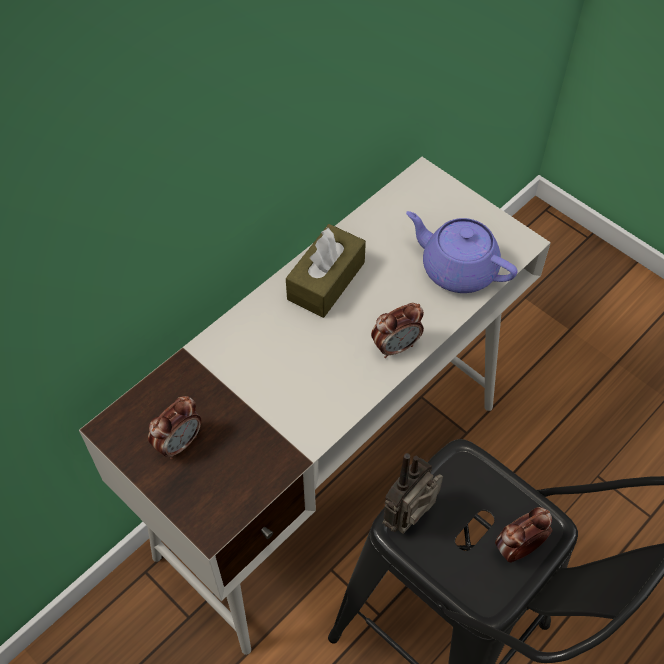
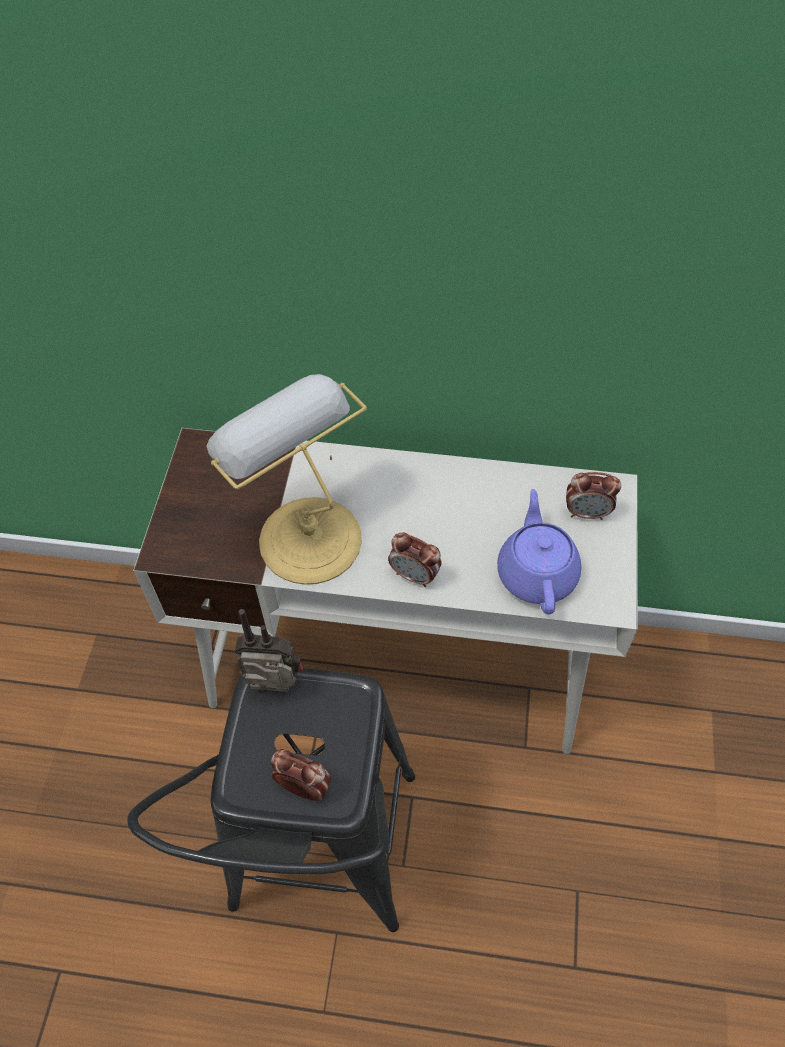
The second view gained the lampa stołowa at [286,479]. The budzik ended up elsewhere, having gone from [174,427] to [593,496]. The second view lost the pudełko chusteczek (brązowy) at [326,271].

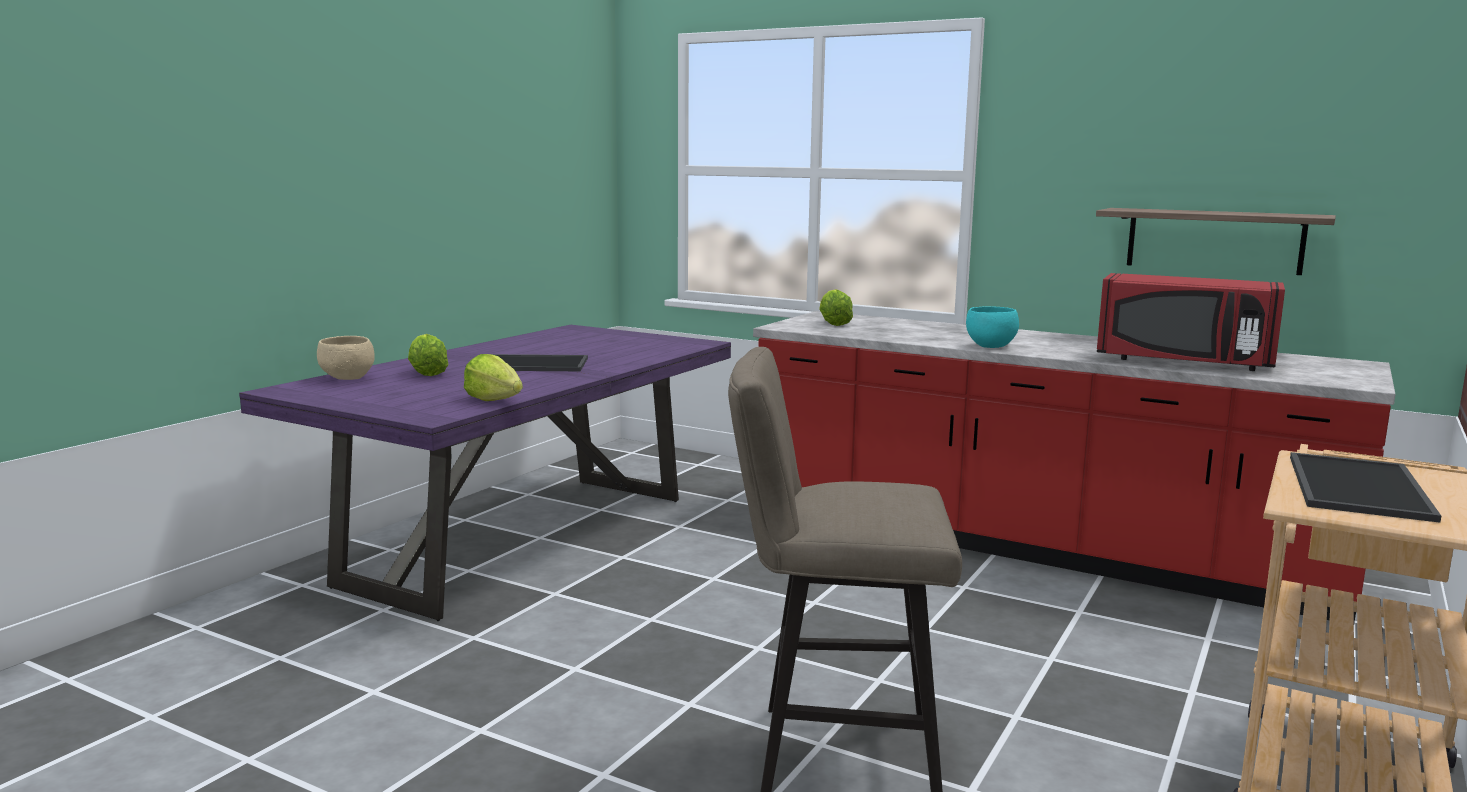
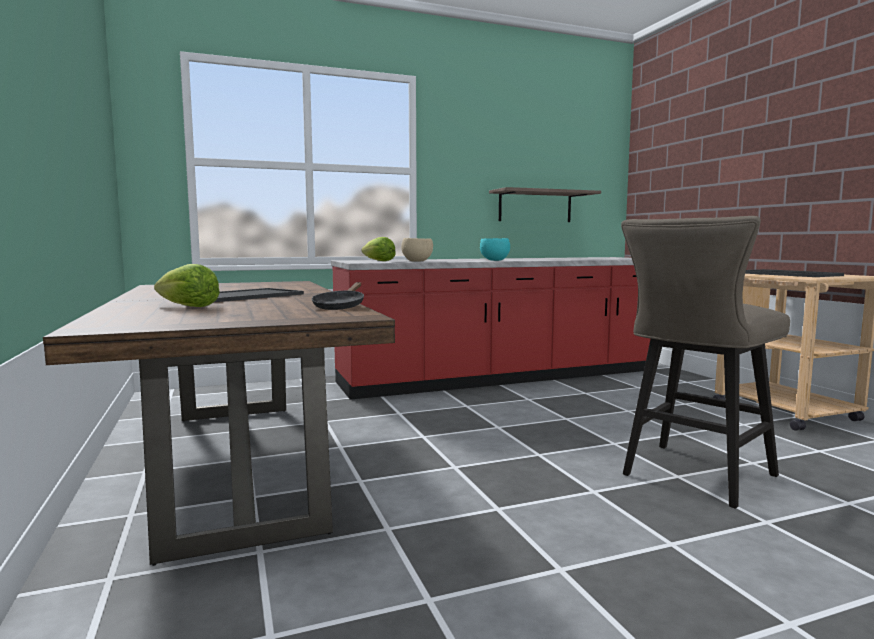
What was the stół jadalny (fioletowy) at [485,473] turned into the stół jadalny (brązowy) at [219,423]. Where the sałata stood at [493,377], the patelnia (czarny) came to stand at [338,296]. The miska (beżowy) ended up elsewhere, having gone from [346,358] to [417,249]. The second view lost the mikrofalówka (czerwony) at [1191,322].

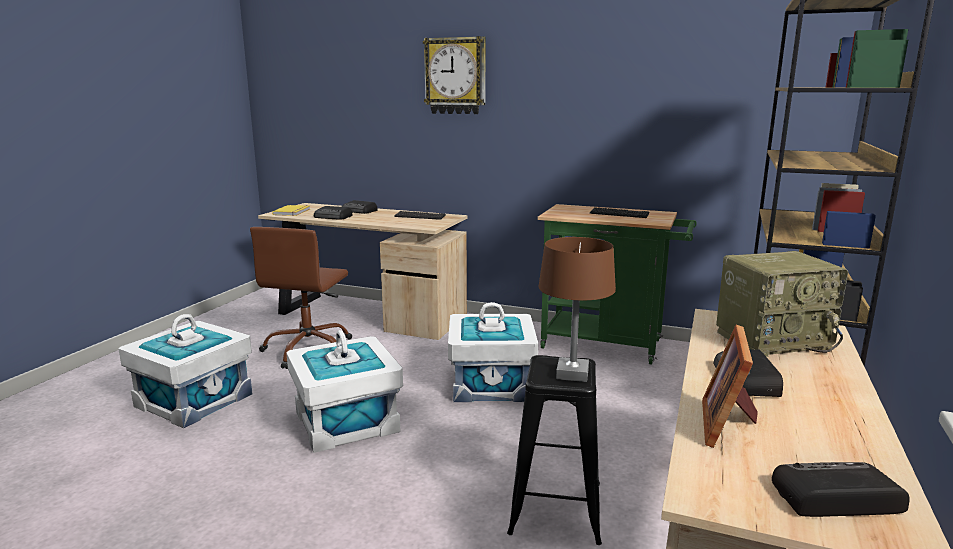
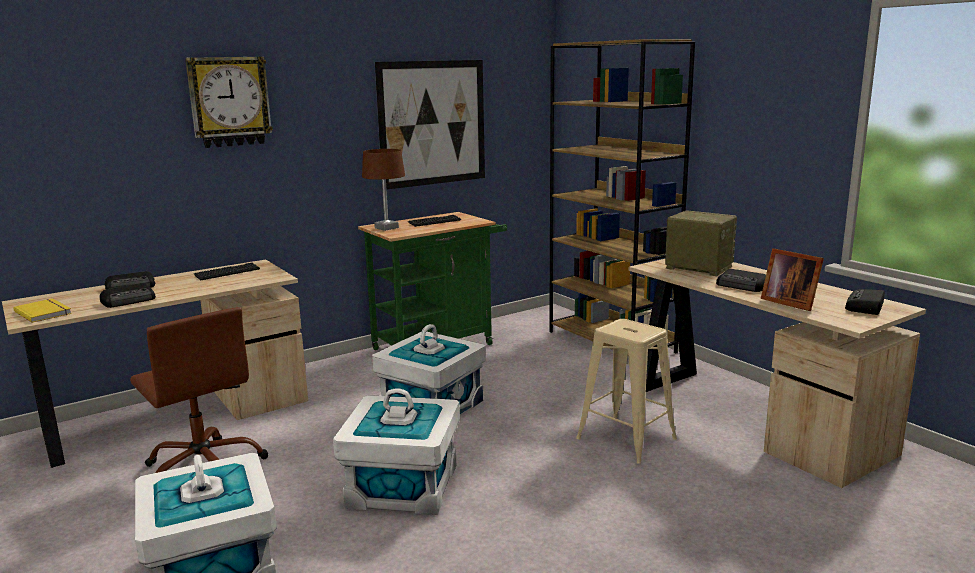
The lampa stołowa (brązowy) ended up elsewhere, having gone from [577,309] to [383,190]. The second view gained the obraz at [430,125]. What was the stołek (czarny) at [554,450] turned into the stołek (beżowy) at [626,391]. The radio at [782,304] ended up facing another way, 75 degrees counterclockwise from before.

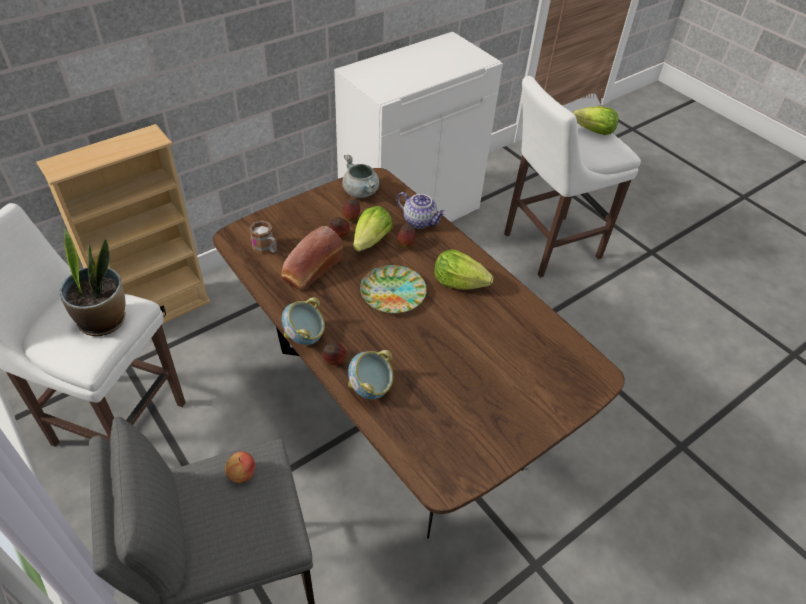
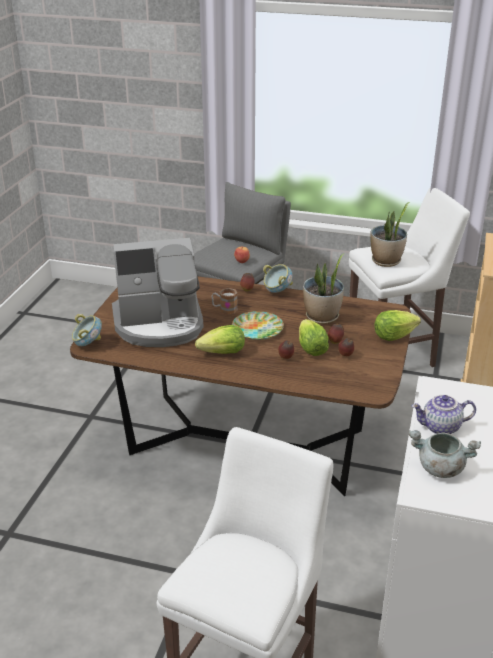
The miska ended up elsewhere, having gone from [370,374] to [87,330]. The second view gained the ekspres do kawy at [157,292]. The kubek ended up elsewhere, having gone from [263,237] to [225,301]. Where the chleb stood at [312,258], the roślina doniczkowa came to stand at [323,289]. The sałata ended up elsewhere, having gone from [596,120] to [397,325]. The garnek (szary) ended up elsewhere, having gone from [360,176] to [445,454]. The imbryk ended up elsewhere, having gone from [421,210] to [444,414].

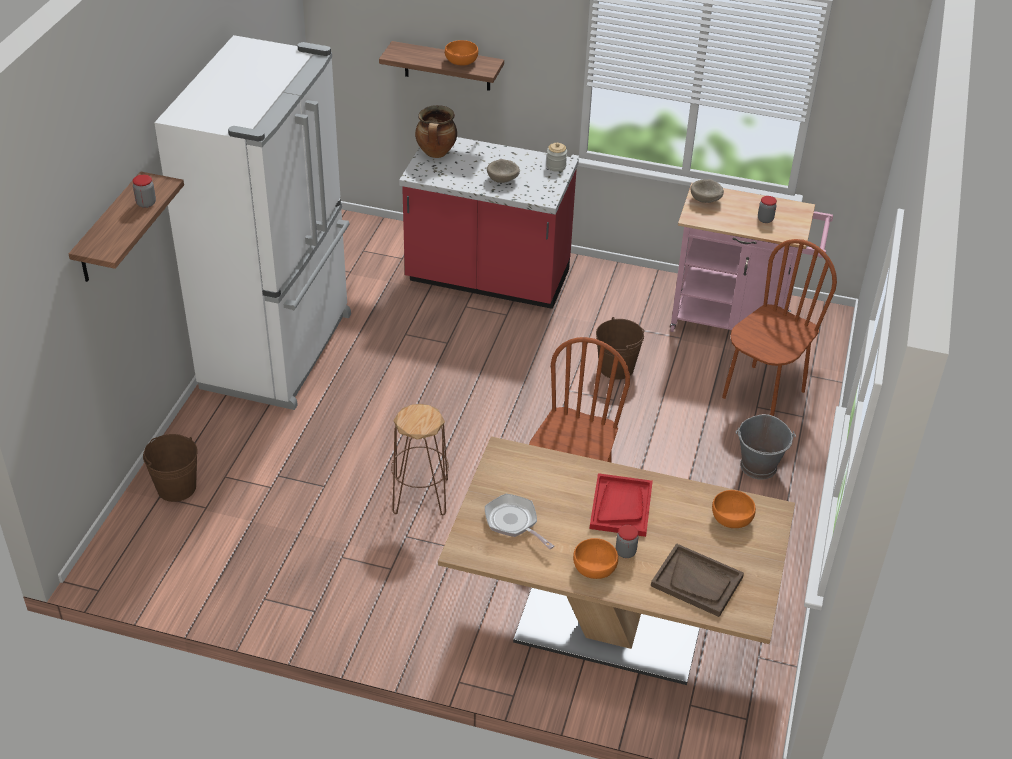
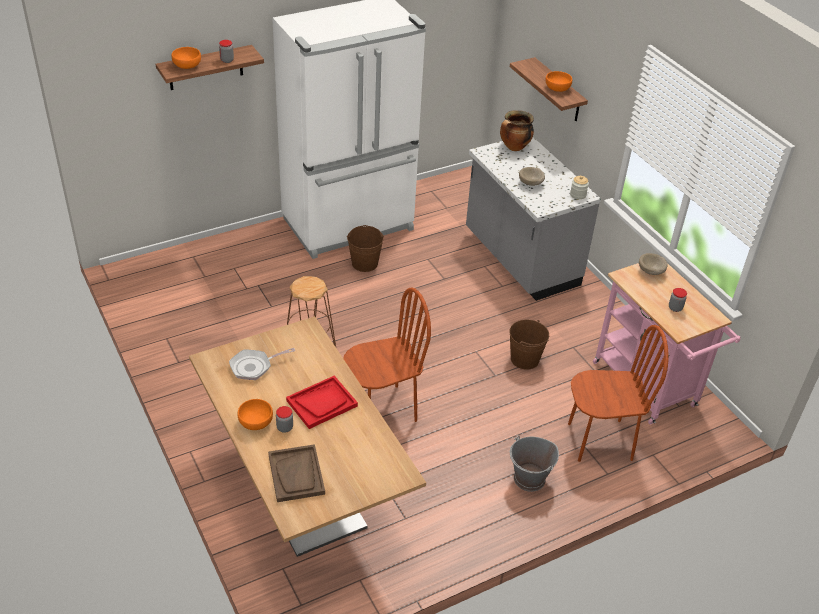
The miska (pomarańczowy) ended up elsewhere, having gone from [734,509] to [186,58]. The patelnia at [519,521] ended up facing another way, 120 degrees counterclockwise from before. The wiadro (brązowy) ended up elsewhere, having gone from [170,468] to [365,248]. What was the zabudowa kuchenna (czerwony) at [489,223] turned into the zabudowa kuchenna (szary) at [533,219].

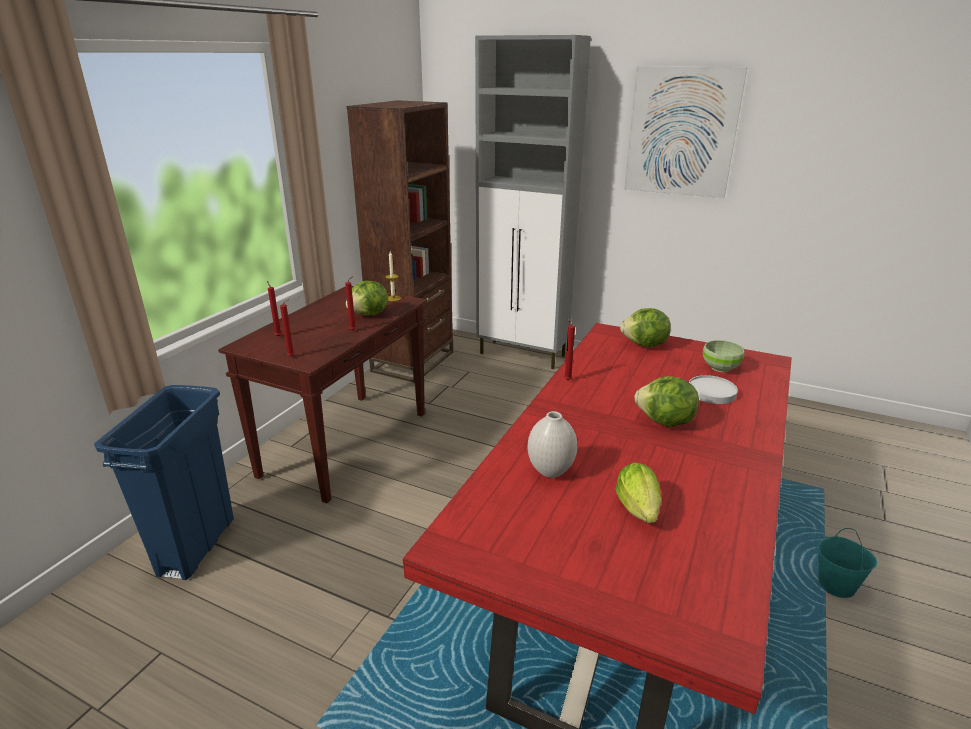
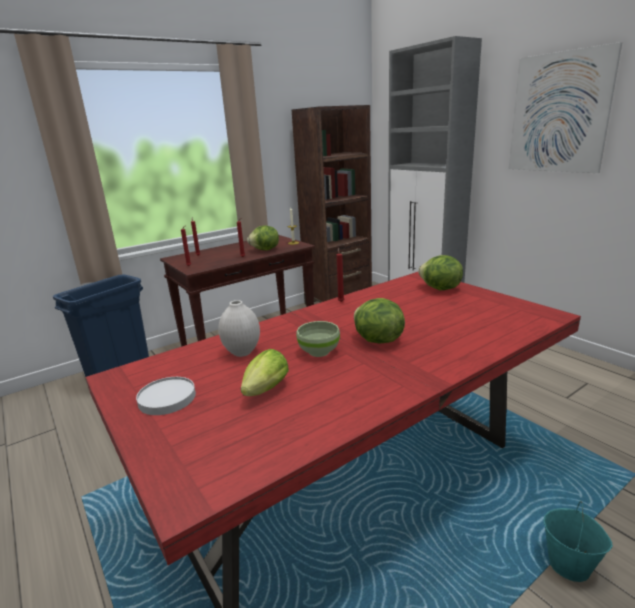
The talerz (biały) ended up elsewhere, having gone from [713,389] to [166,396]. The miska (zielony) ended up elsewhere, having gone from [724,356] to [318,339].

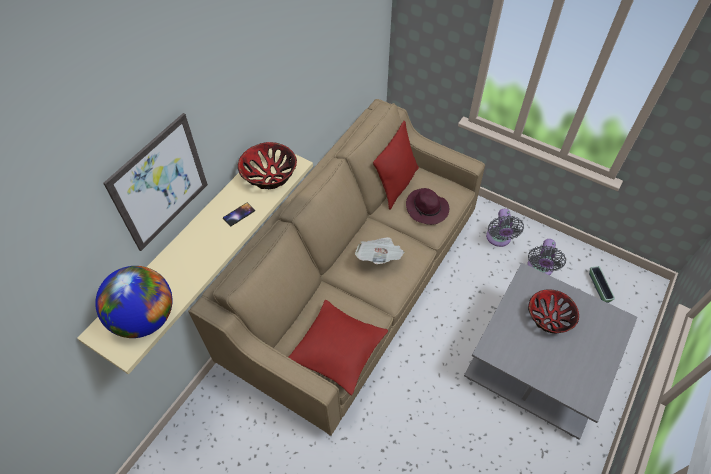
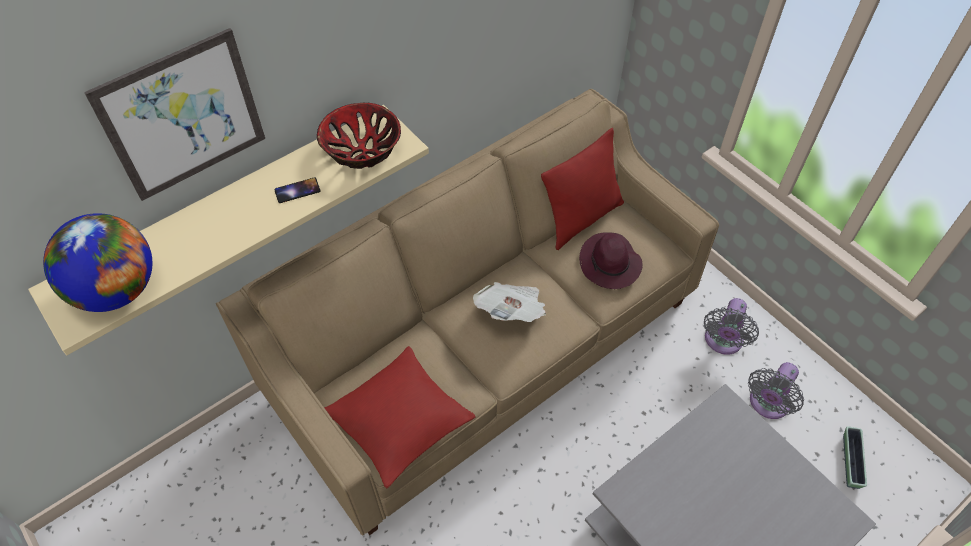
The second view lost the miska at [553,311].

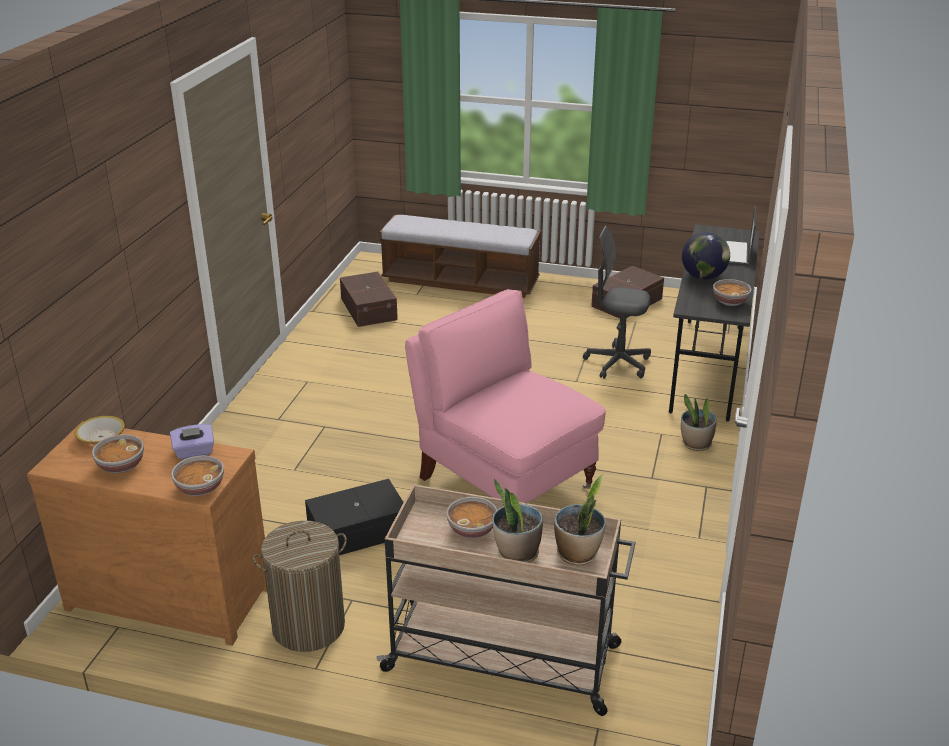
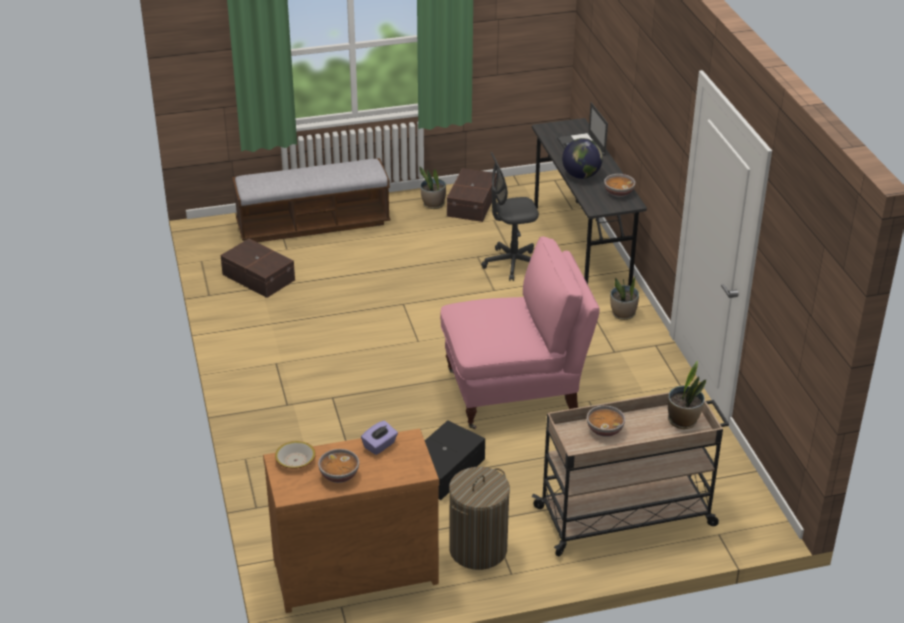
The roślina doniczkowa ended up elsewhere, having gone from [517,520] to [433,188]. The fotel (różowy) at [505,396] ended up facing another way, 150 degrees clockwise from before. The second view lost the miska at [197,475].

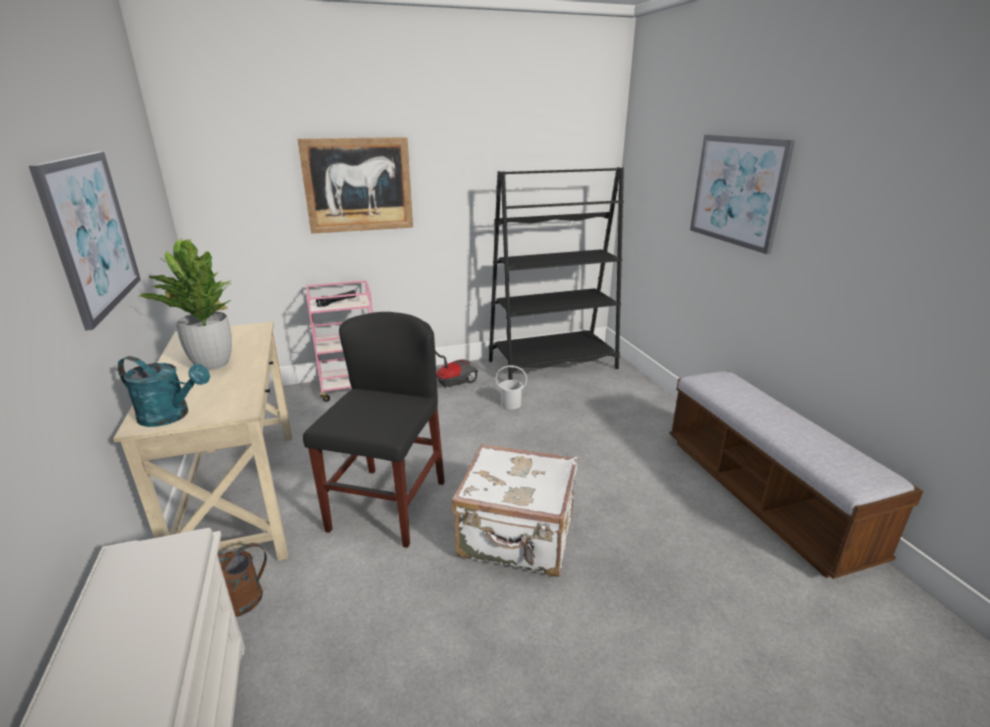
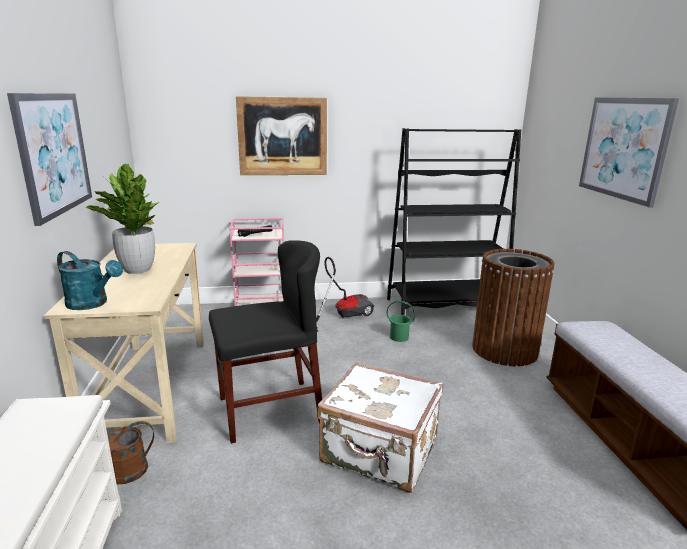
The krzesło (czarny) at [374,430] ended up facing another way, 45 degrees clockwise from before. What was the wiadro (biały) at [511,387] turned into the wiadro (zielony) at [400,321]. The second view gained the kosz na śmieci (brązowy) at [513,307].

